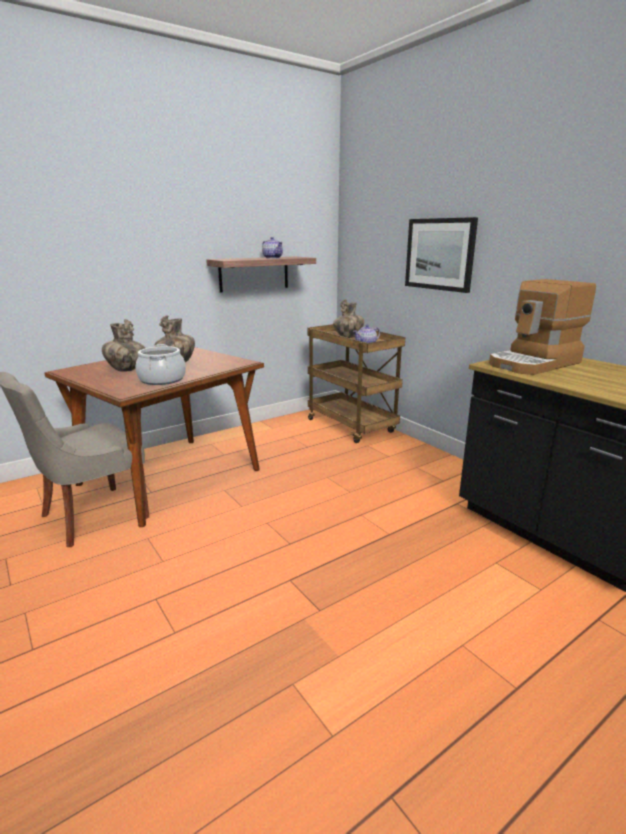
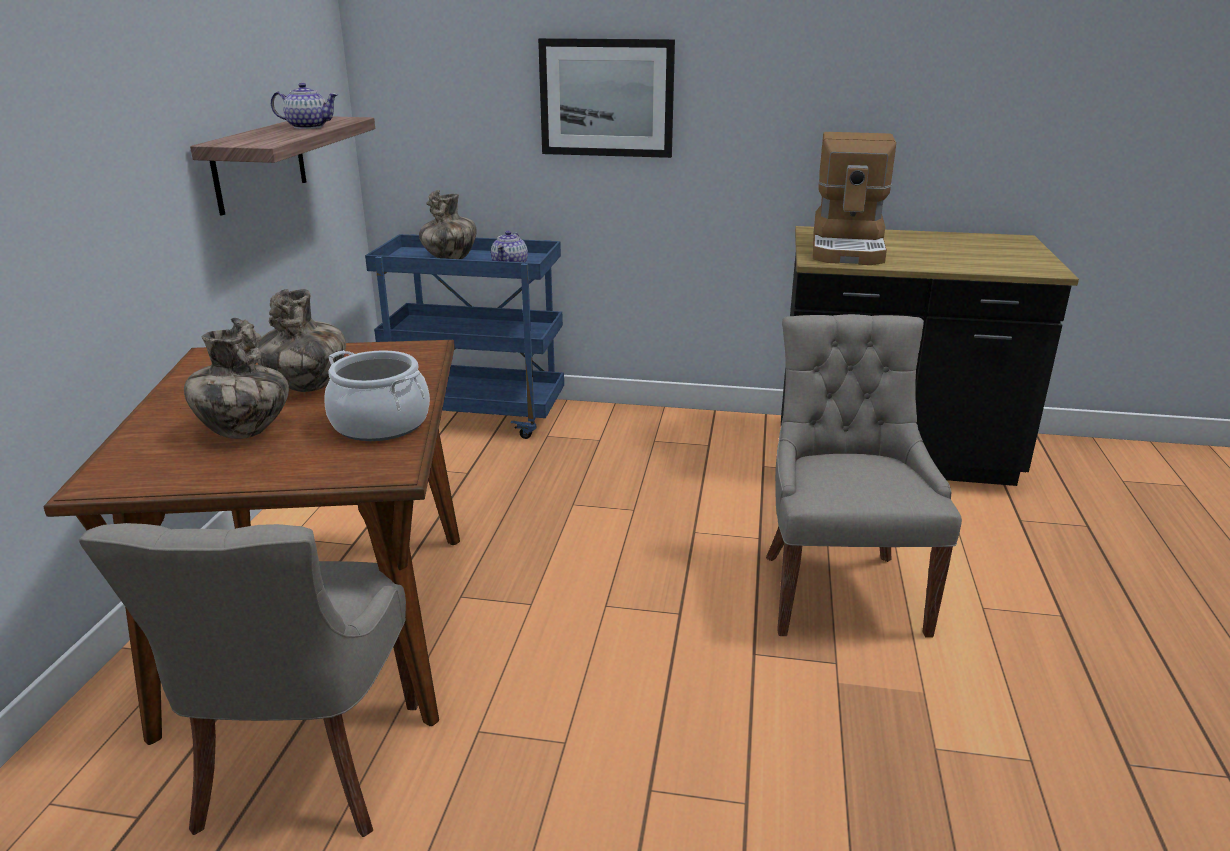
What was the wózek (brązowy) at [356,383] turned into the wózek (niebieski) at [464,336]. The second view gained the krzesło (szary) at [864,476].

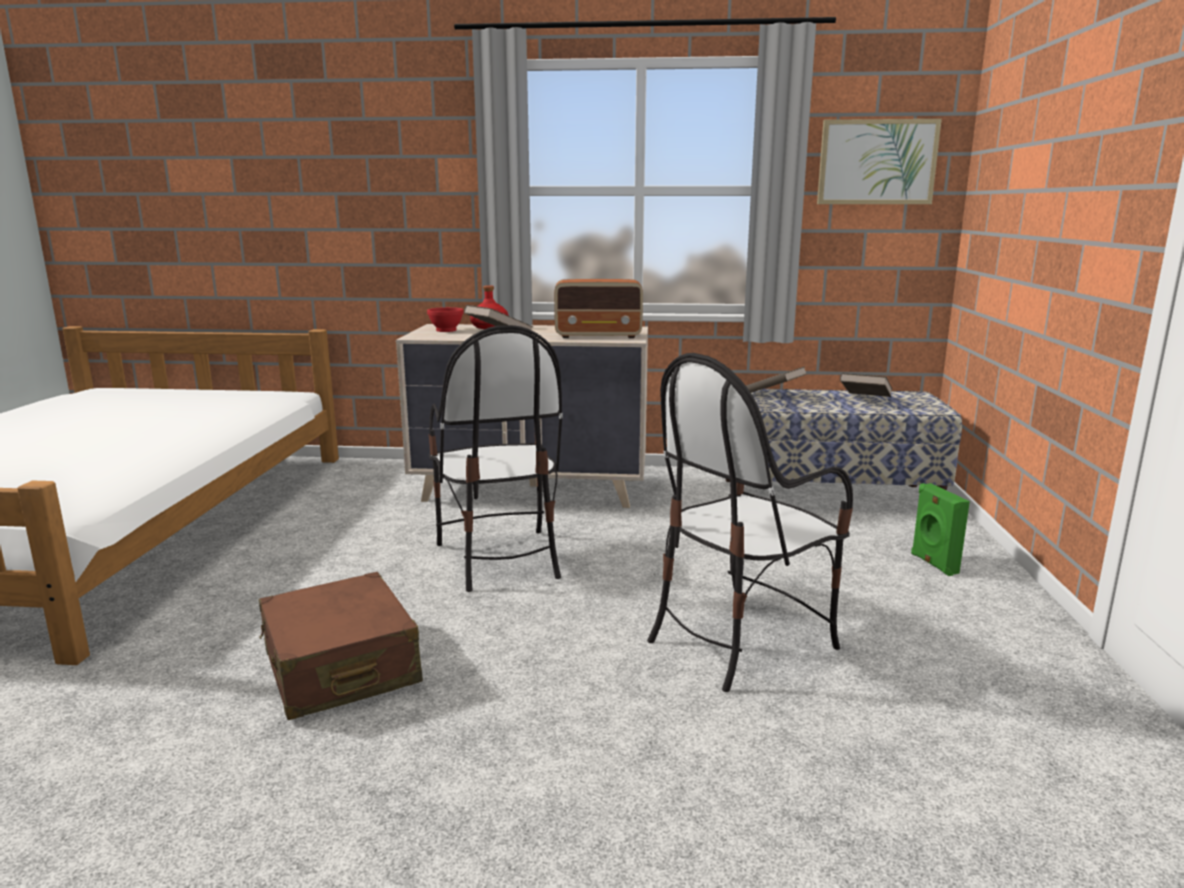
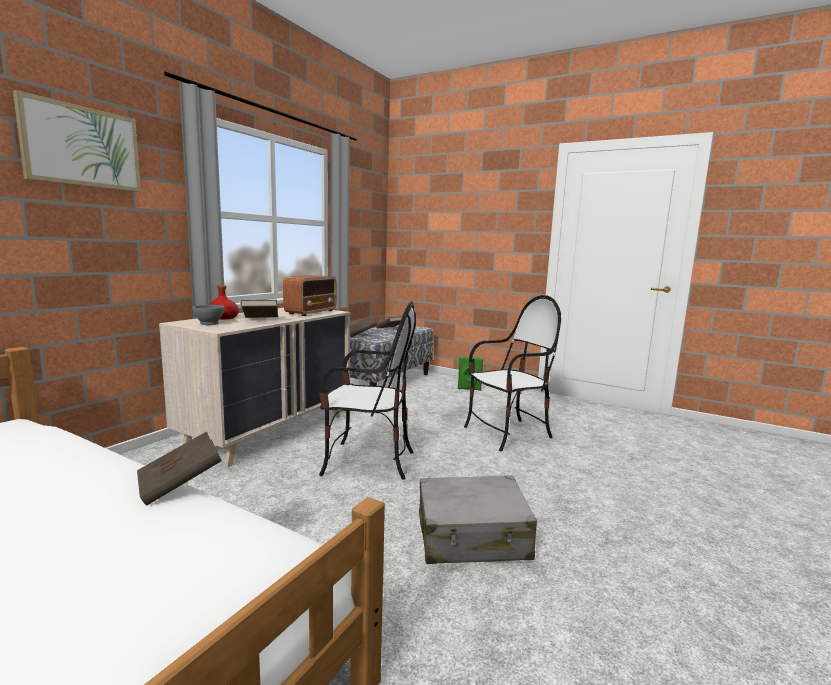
The obraz ended up elsewhere, having gone from [879,161] to [77,141]. The second view gained the książka (brązowy) at [179,469]. What was the miska (czerwony) at [445,319] turned into the miska (szary) at [208,315]. What was the walizka (brązowy) at [341,646] turned into the walizka (szary) at [478,519]. The krzesło at [750,522] ended up facing another way, 105 degrees counterclockwise from before.

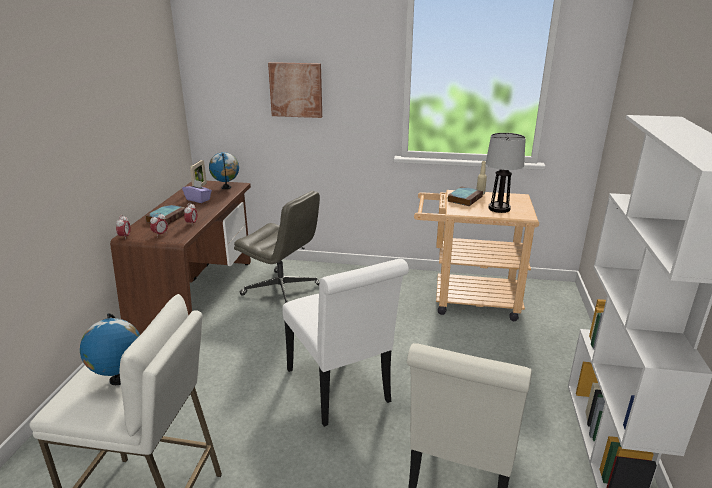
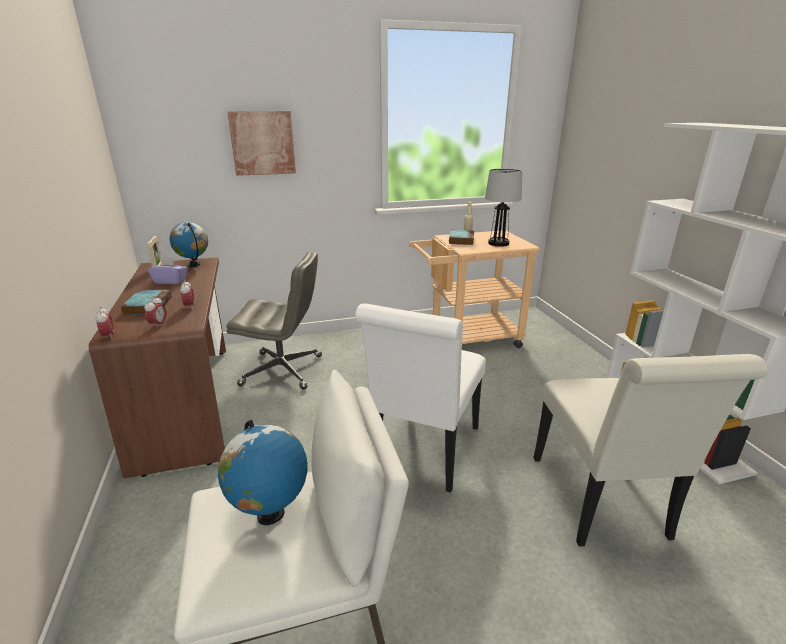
The krzesło (biały) at [346,343] ended up facing another way, 75 degrees clockwise from before.

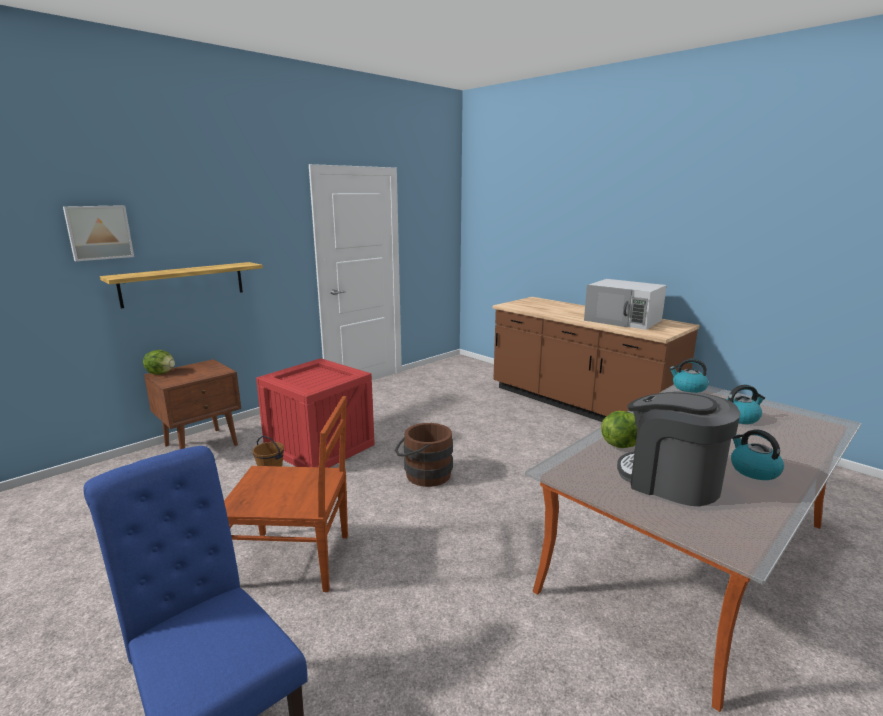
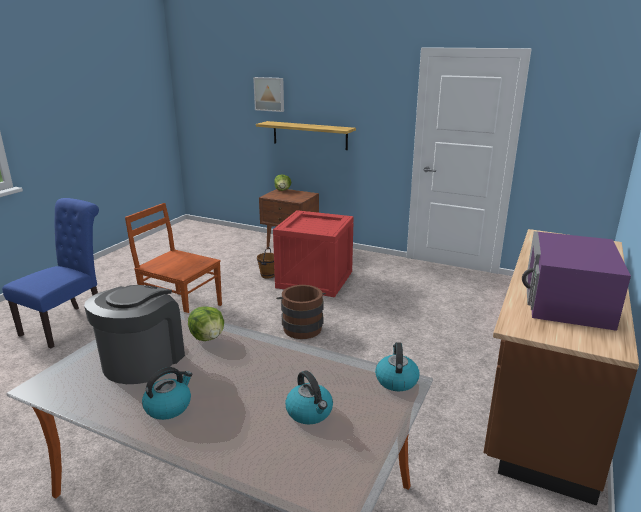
The krzesło (brązowy) at [286,494] ended up facing another way, 135 degrees clockwise from before. What was the mikrofalówka (biały) at [625,304] turned into the mikrofalówka (fioletowy) at [576,281].

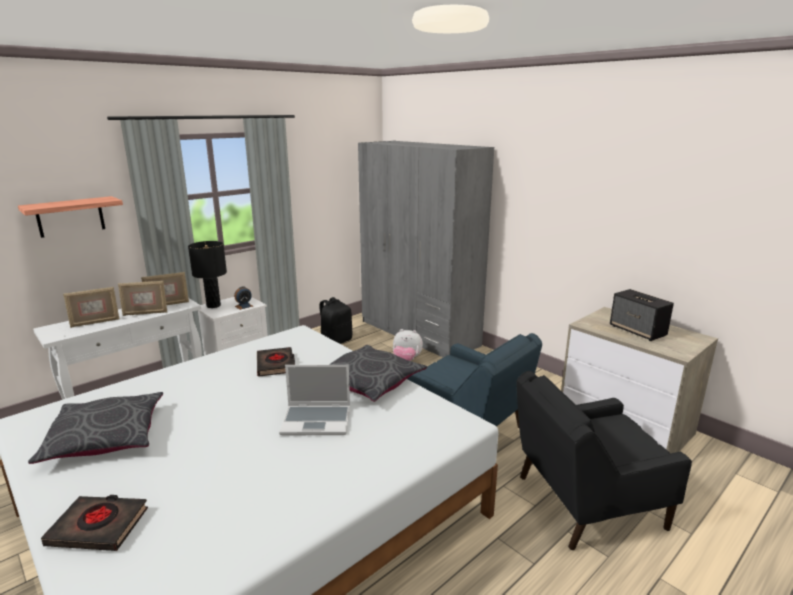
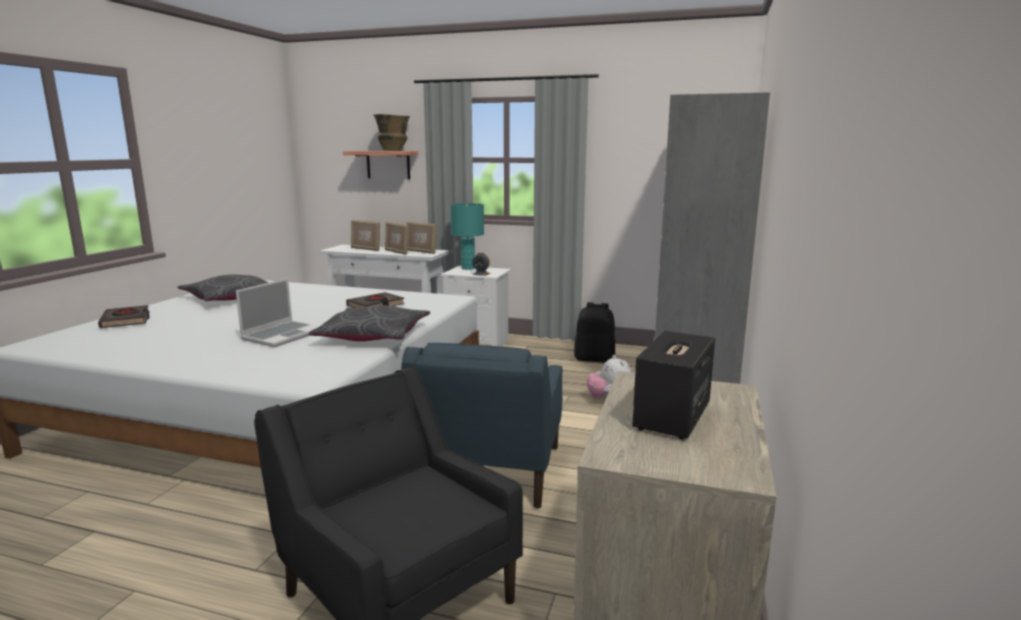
The laptop at [314,400] ended up facing another way, 120 degrees counterclockwise from before. The second view gained the wazon at [391,132]. What was the lampa stołowa (czarny) at [207,274] turned into the lampa stołowa (turkusowy) at [467,236].

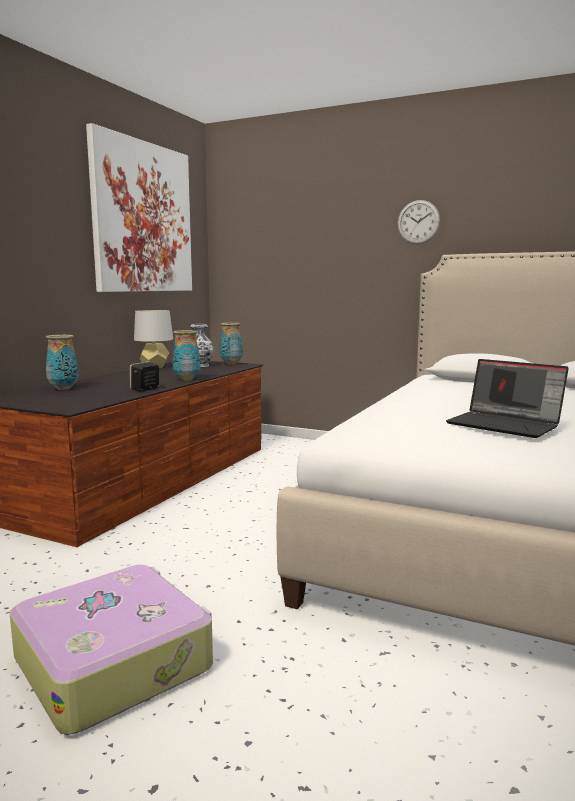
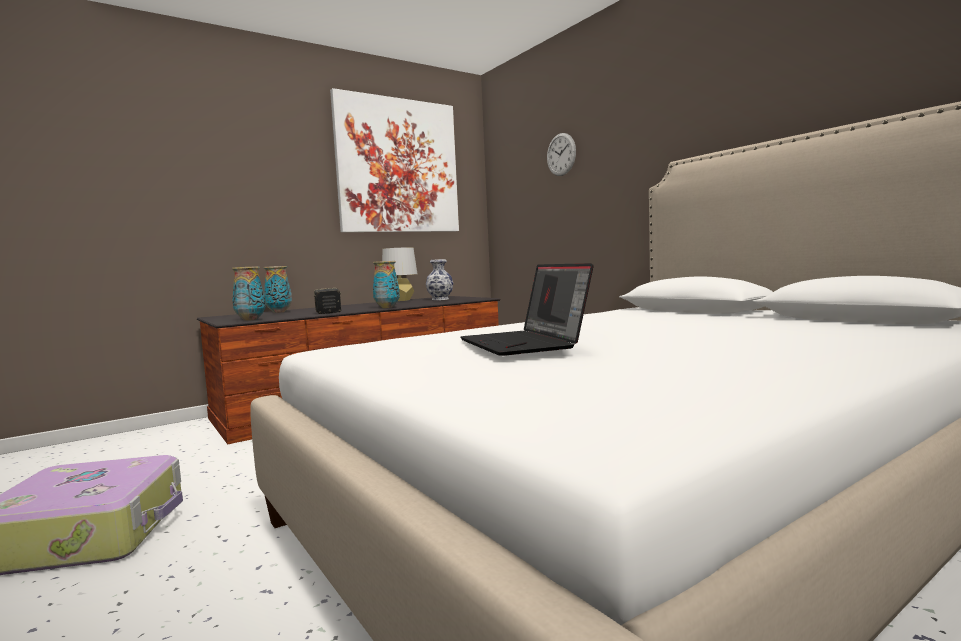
The wazon ended up elsewhere, having gone from [231,344] to [248,293]. The zegar ścienny ended up elsewhere, having gone from [419,222] to [561,154].

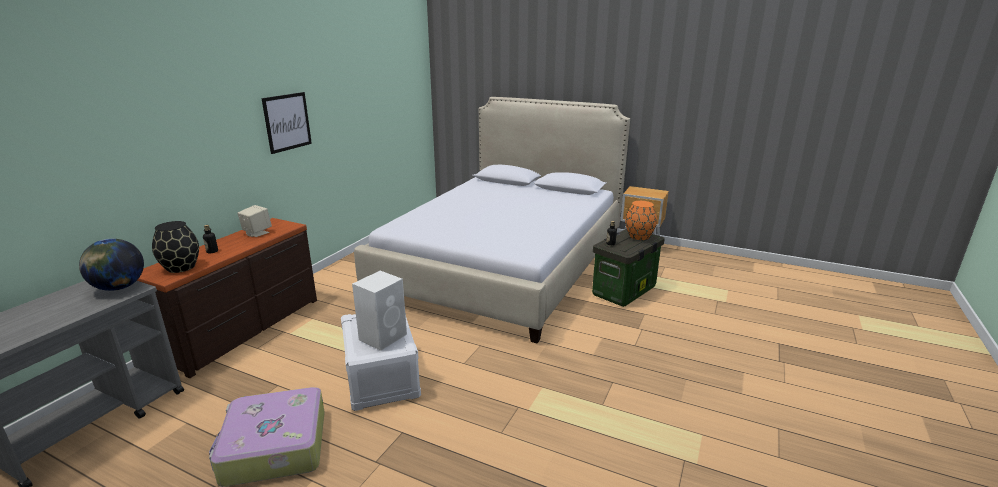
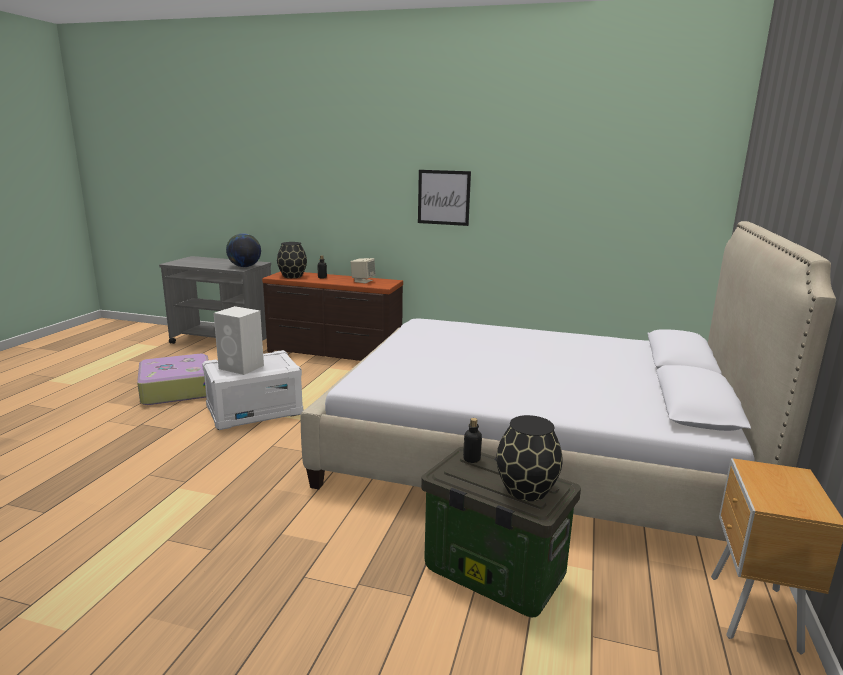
What was the wazon (pomarańczowy) at [641,220] turned into the wazon (czarny) at [529,458].

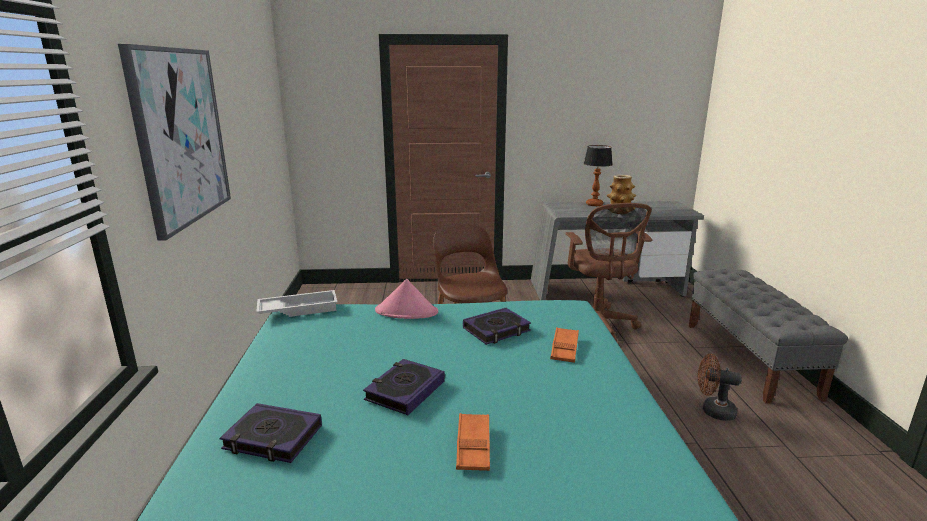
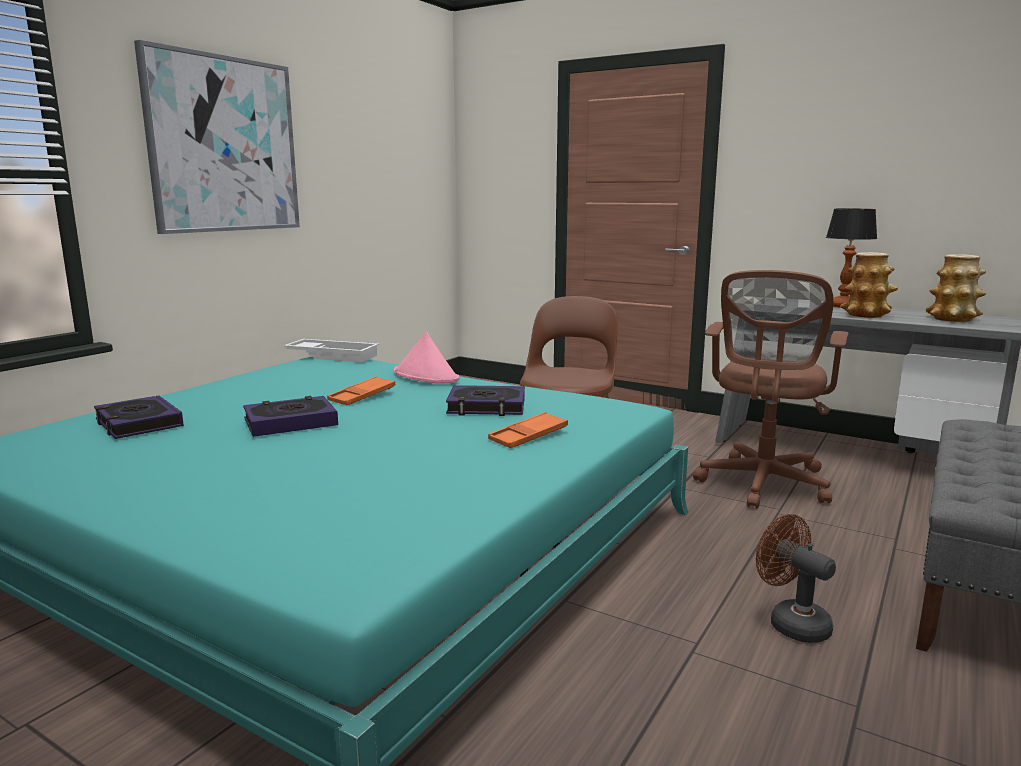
The taca (pomarańczowy) ended up elsewhere, having gone from [473,442] to [361,390]. The second view gained the wazon at [955,288].

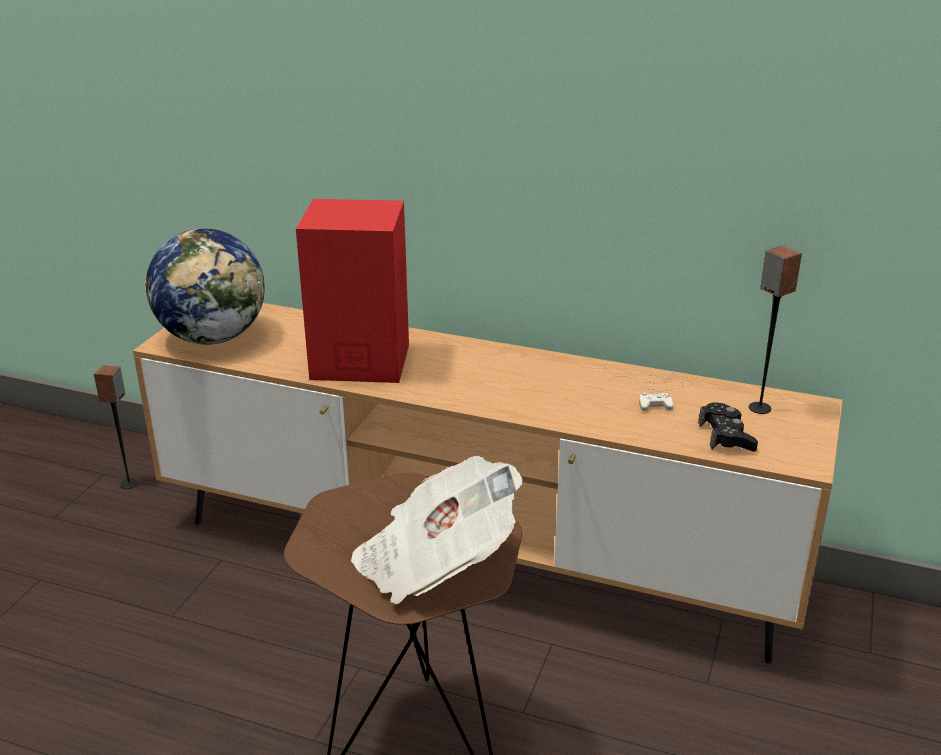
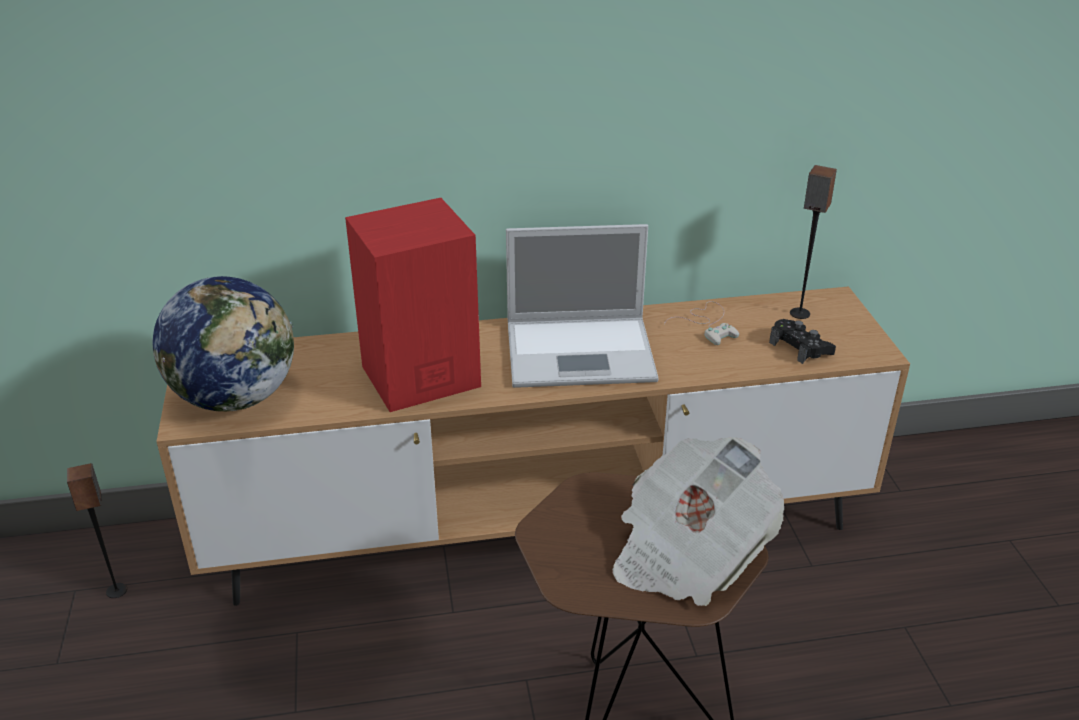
The second view gained the laptop at [582,306].

